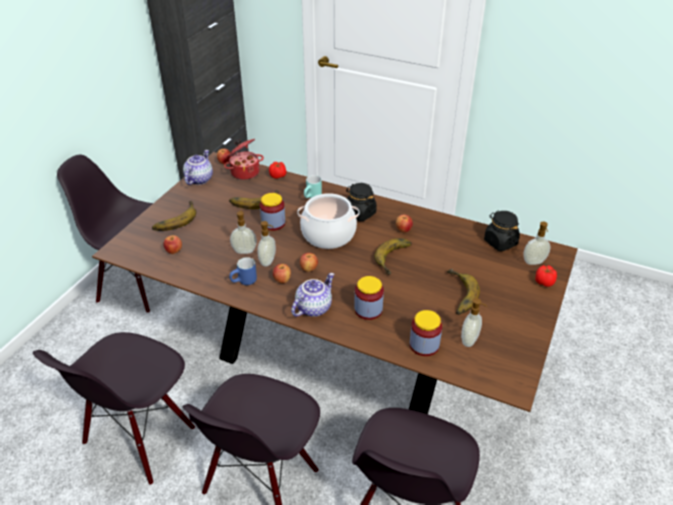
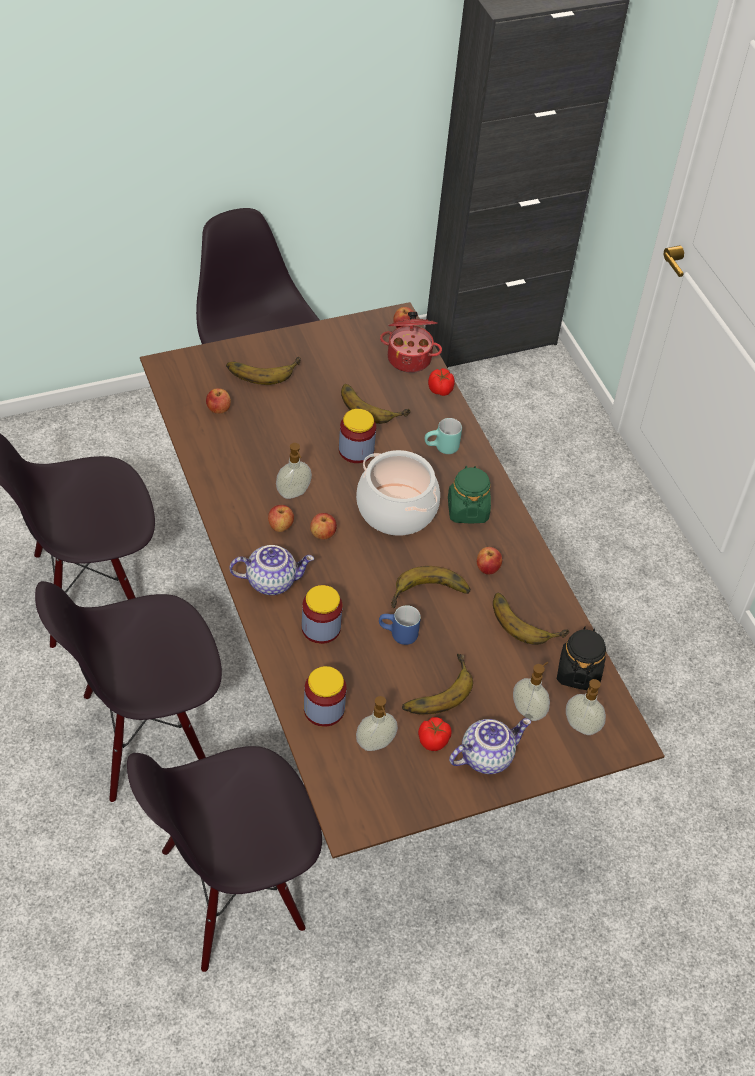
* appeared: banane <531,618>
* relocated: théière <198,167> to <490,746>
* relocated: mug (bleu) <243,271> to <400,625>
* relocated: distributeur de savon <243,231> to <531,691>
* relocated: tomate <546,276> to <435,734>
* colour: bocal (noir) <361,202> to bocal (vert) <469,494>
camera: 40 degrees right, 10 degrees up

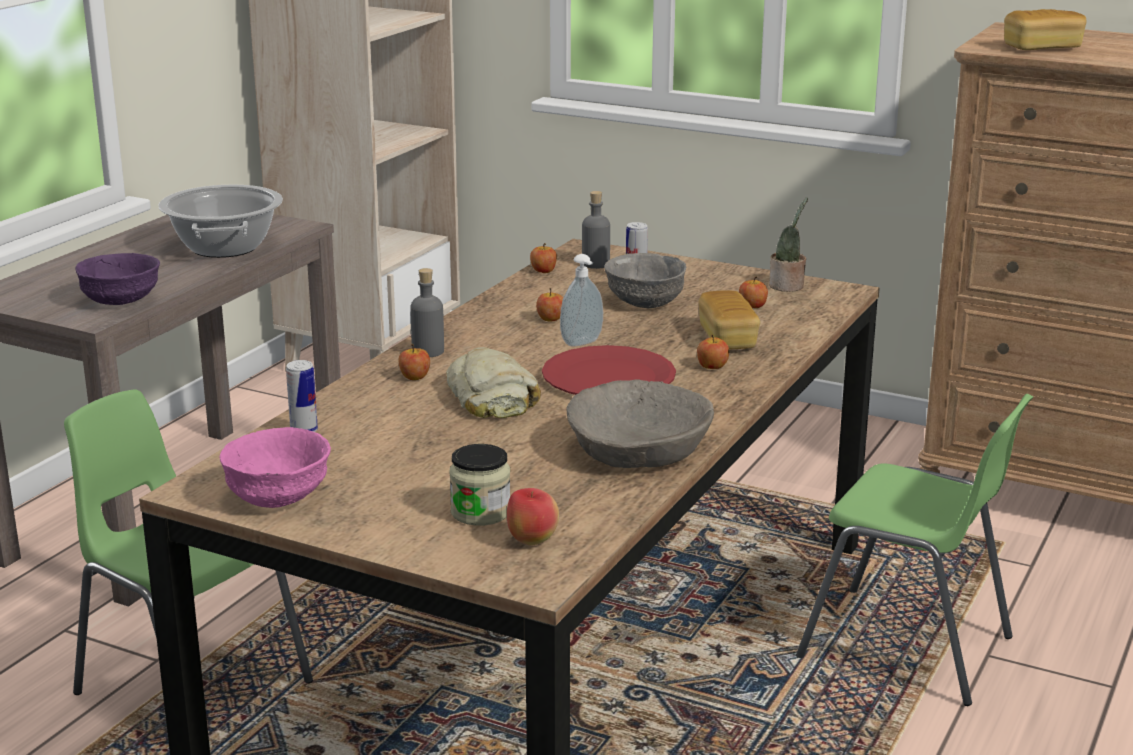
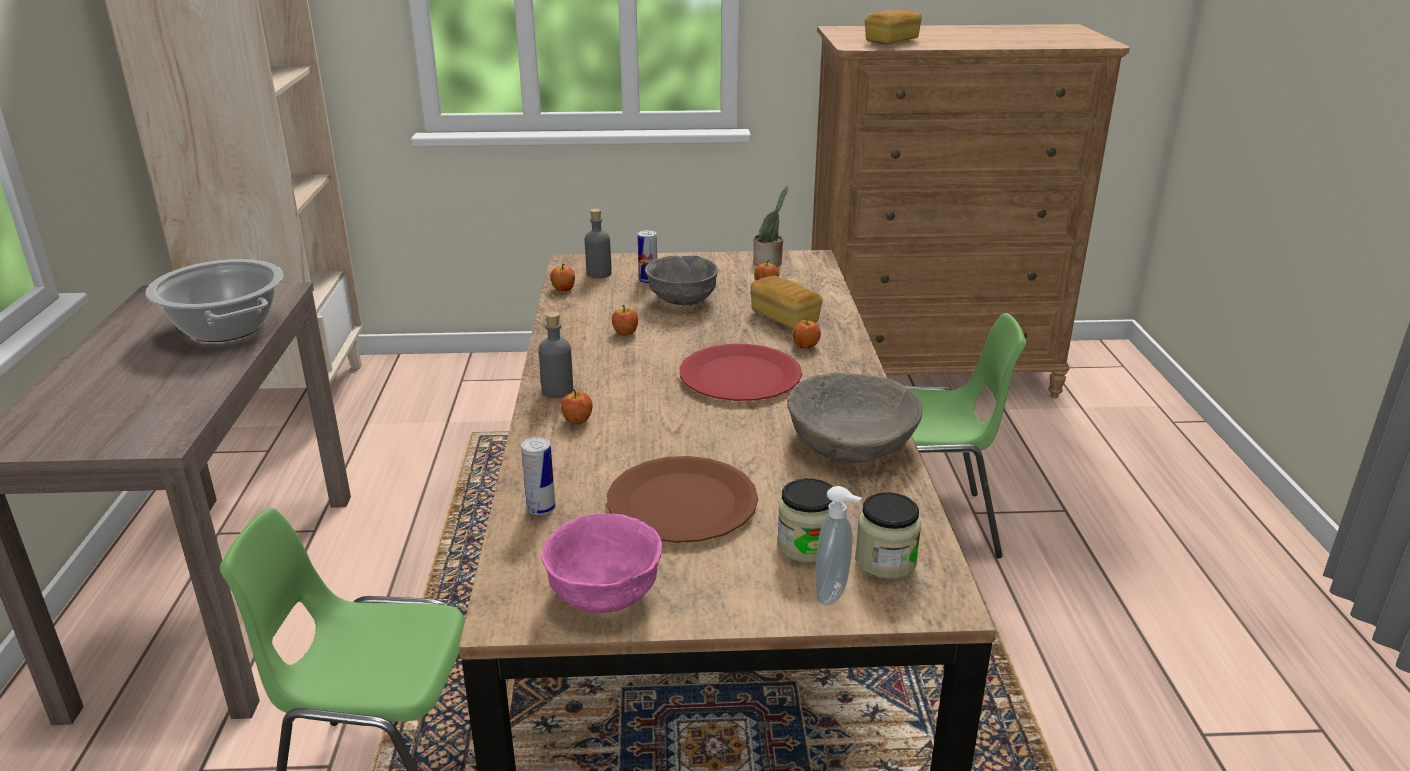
* missing: bol (violet) <117,279>
* missing: pain <493,382>
* appeared: assiette (marron) <682,499>
* relocated: distributeur de savon <581,300> to <838,546>
* exchanged: pomme <533,517> to bocal <888,535>
camera: 30 degrees left, 5 degrees up

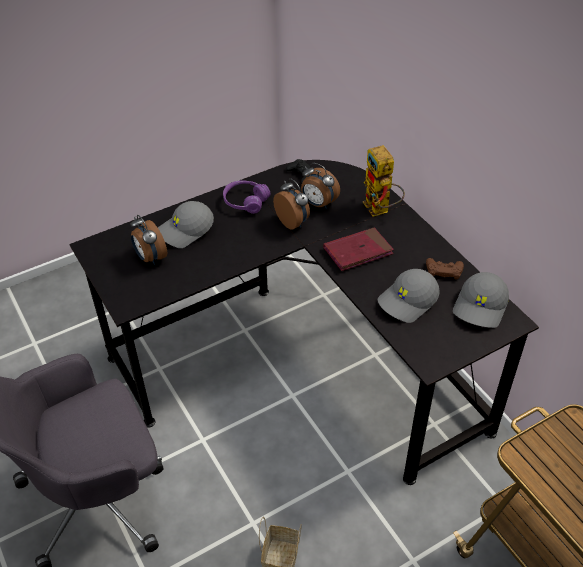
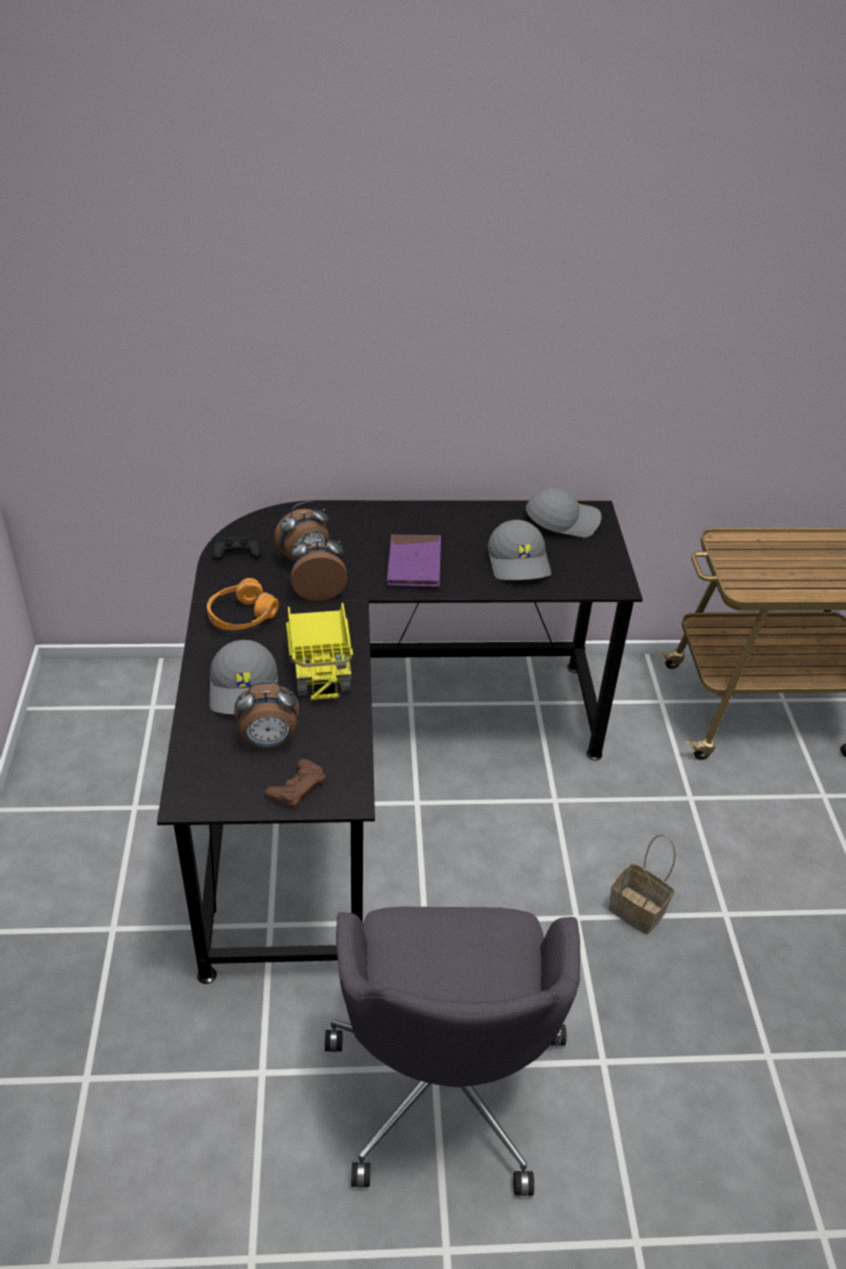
* missing: robot jouet <384,181>
* appeared: camion jouet <319,651>
* relocated: manette (marron) <445,269> to <296,784>
* colour: casque audio (violet) <246,197> to casque audio (orange) <243,604>
* colour: livre (rouge) <358,249> to livre (violet) <414,560>
* spun: casquette (gris) <481,300> = <564,513> 60 degrees counterclockwise
camera: 65 degrees left, 5 degrees down

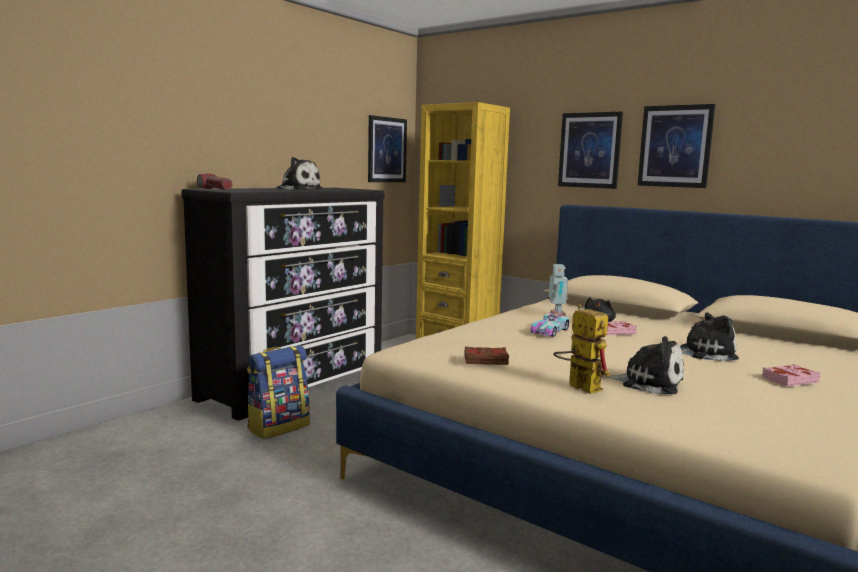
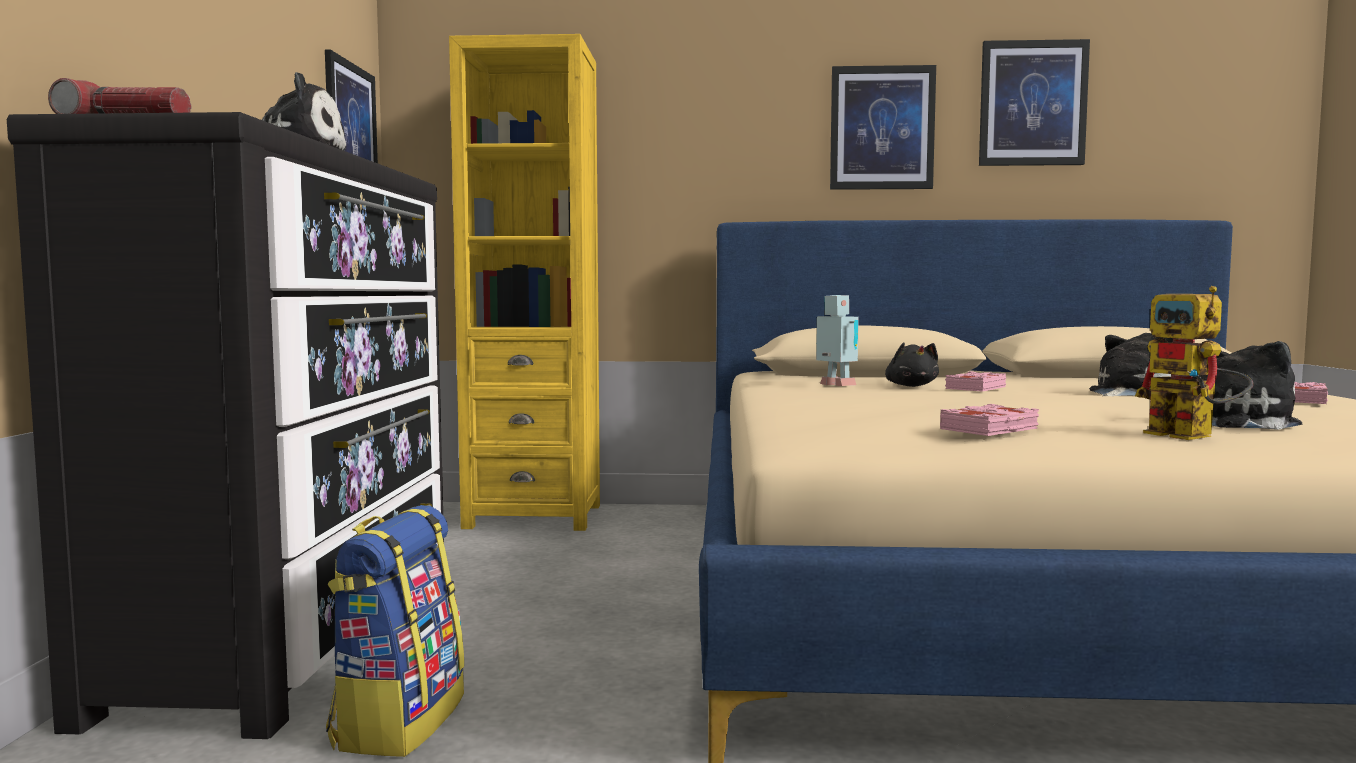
* missing: petite voiture <549,325>
* relocated: tableau <590,150> to <1034,102>
* colour: livre (marron) <486,355> to livre (rose) <989,420>
* spun: robot jouet <581,349> = <1194,363> 135 degrees counterclockwise
camera: 35 degrees left, 5 degrees down

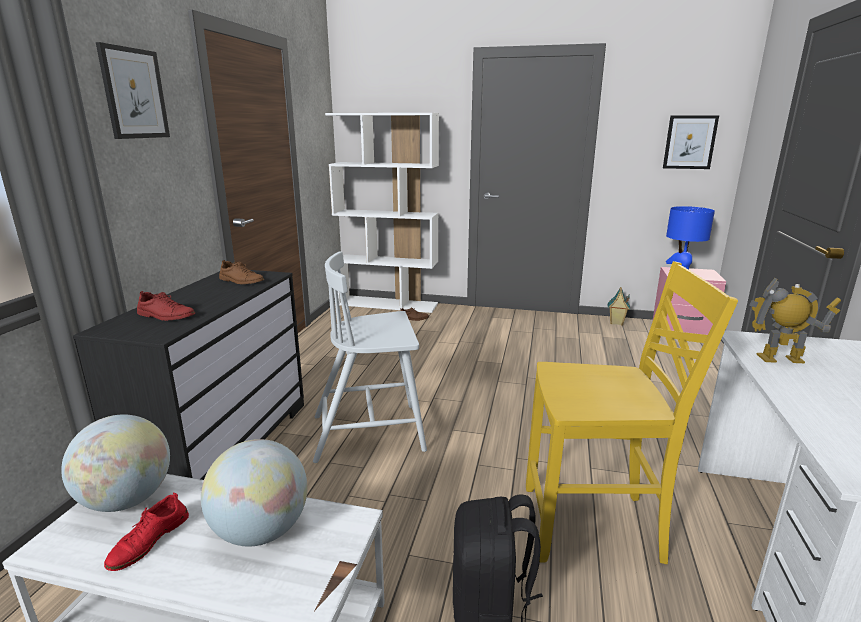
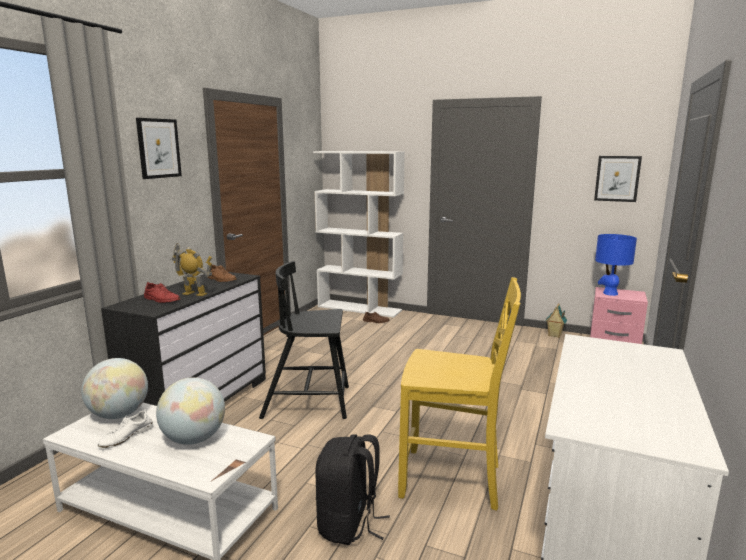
* relocated: robot jouet <795,320> to <192,269>
* colour: chaussure (rouge) <146,531> to chaussure (blanc) <125,429>
* colour: chaise (blanc) <370,357> to chaise (noir) <304,340>
camera: 10 degrees right, 5 degrees down

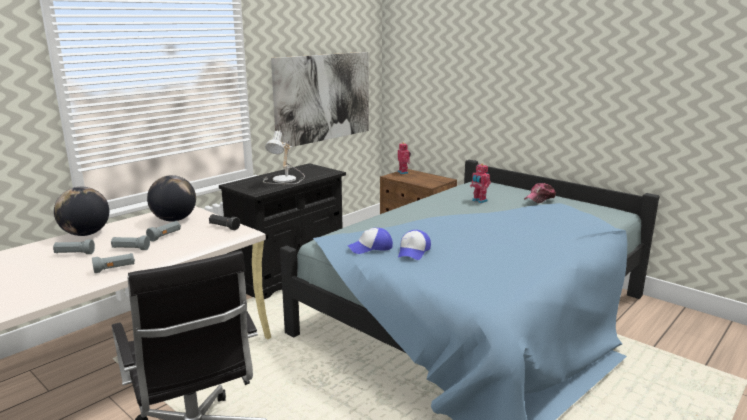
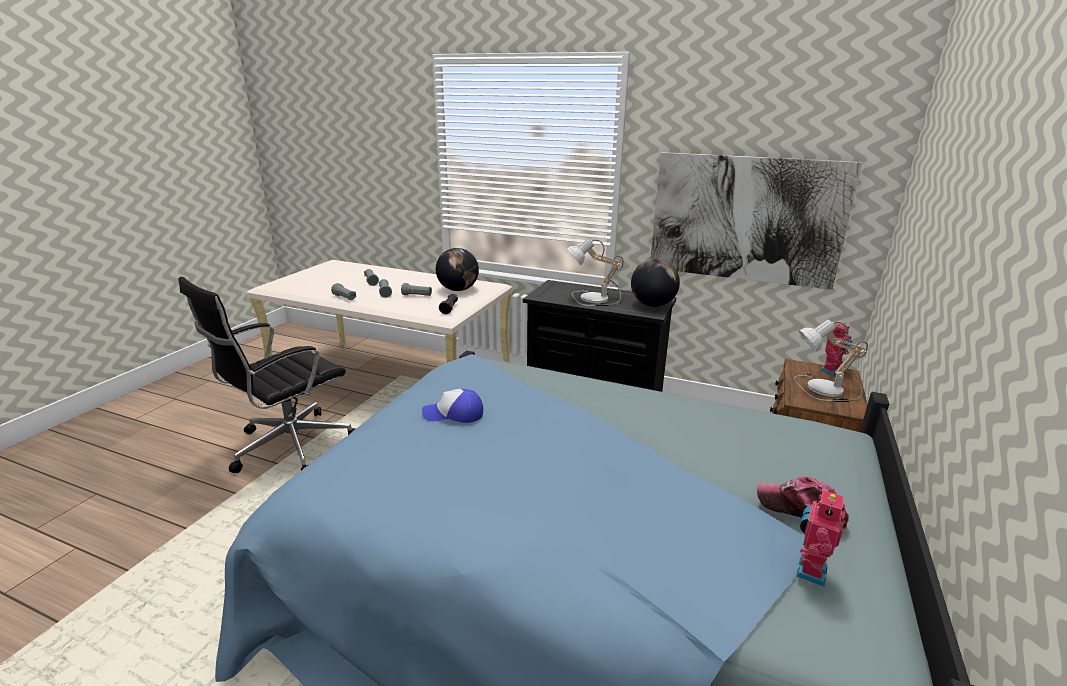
* missing: casquette <370,241>
* appeared: lampe de table <831,360>
* relocated: globe <81,211> to <655,283>
* relocated: robot jouet <480,183> to <820,538>
camera: 70 degrees right, 5 degrees up

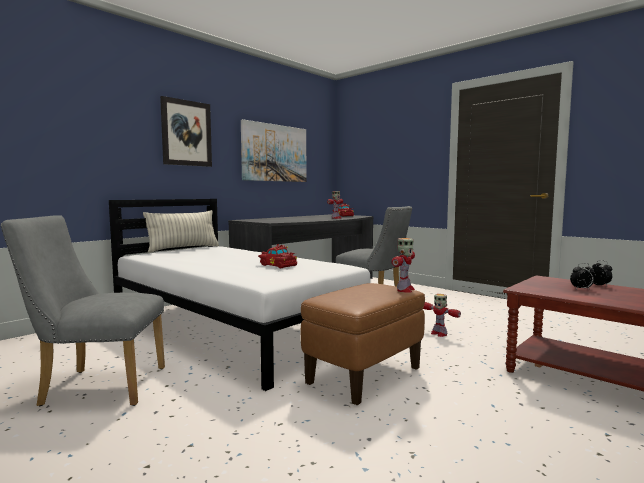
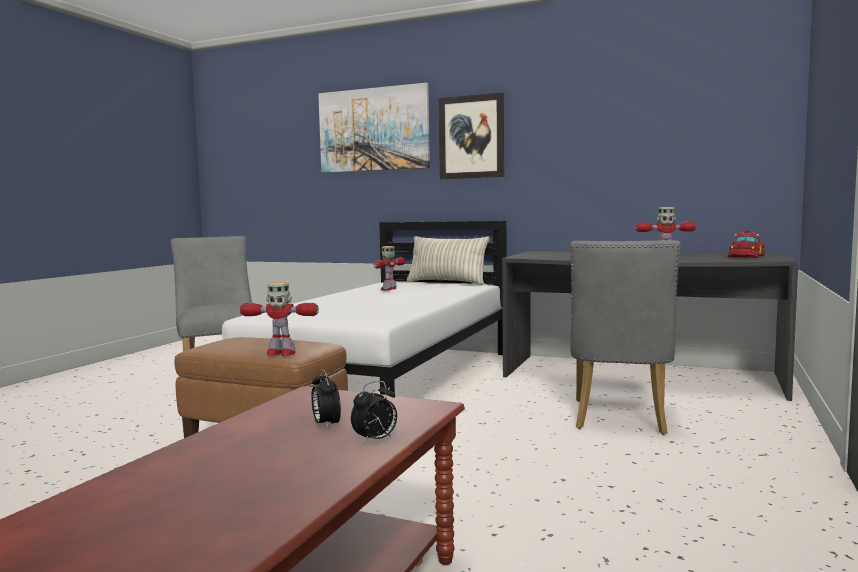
* missing: petite voiture (rouge) <277,256>
* relocated: tableau <273,150> to <374,128>
* relocated: robot jouet <442,315> to <389,268>
camera: 70 degrees right, 0 degrees up

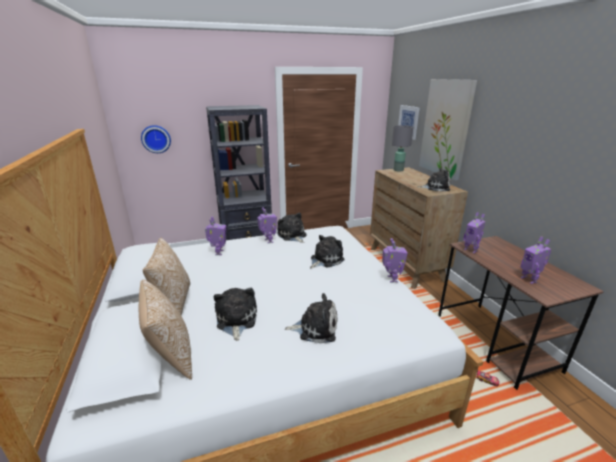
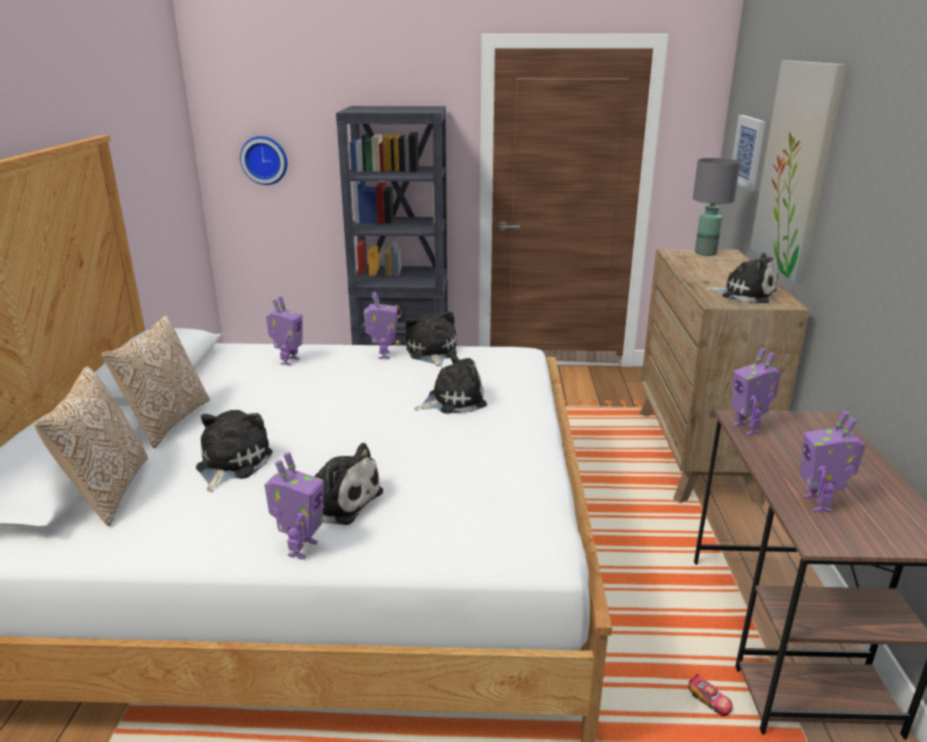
* relocated: robot jouet <395,260> to <294,505>
camera: 20 degrees right, 0 degrees up

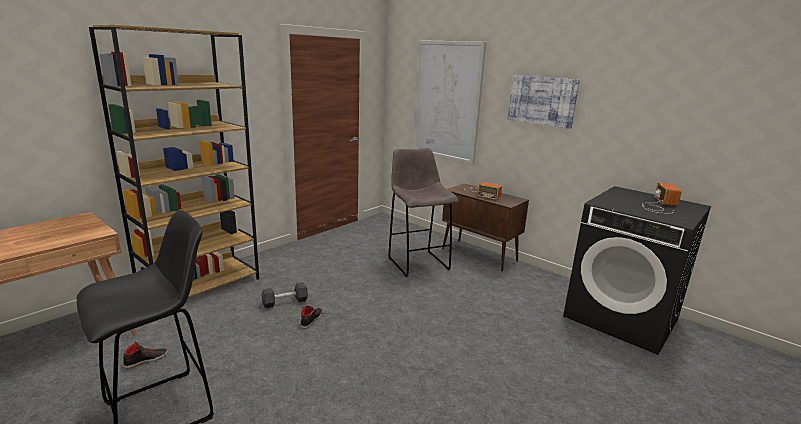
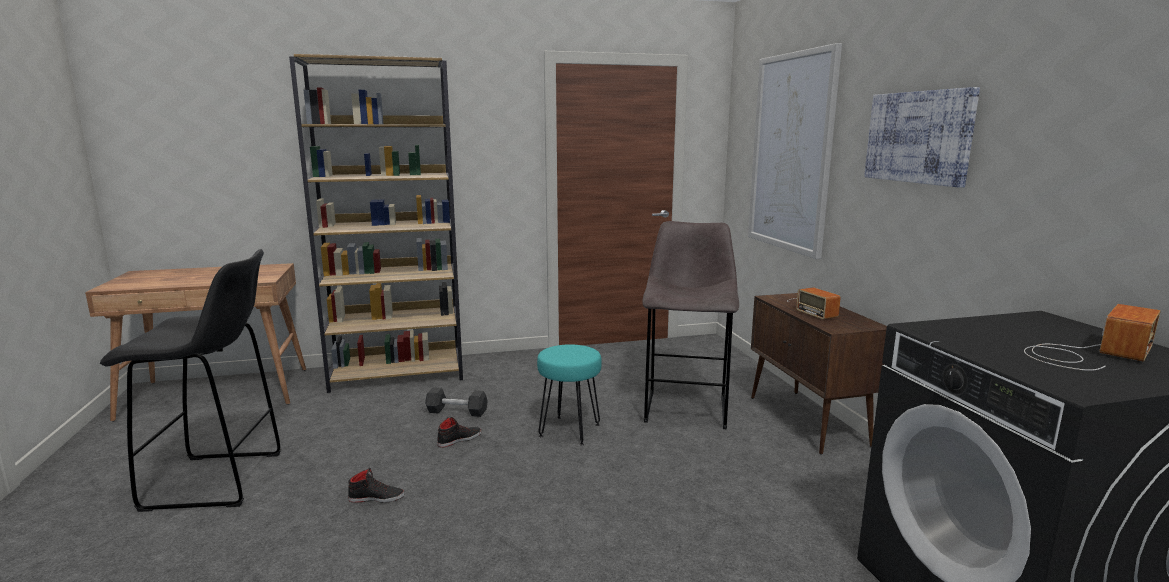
* appeared: tabouret (turquoise) <569,394>
* relocated: chaussure (noir) <145,355> to <376,485>
camera: 35 degrees right, 5 degrees down

